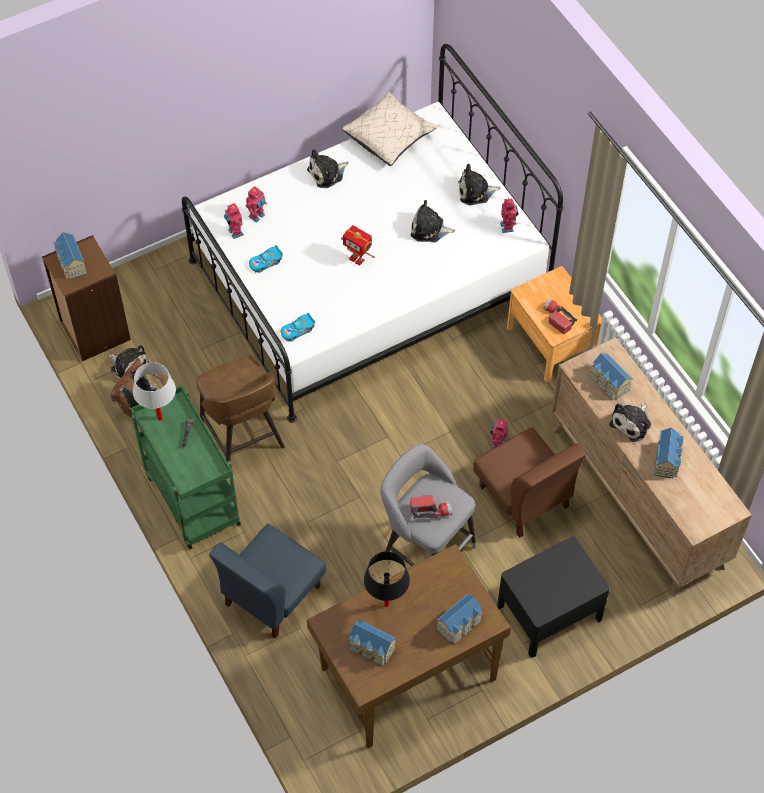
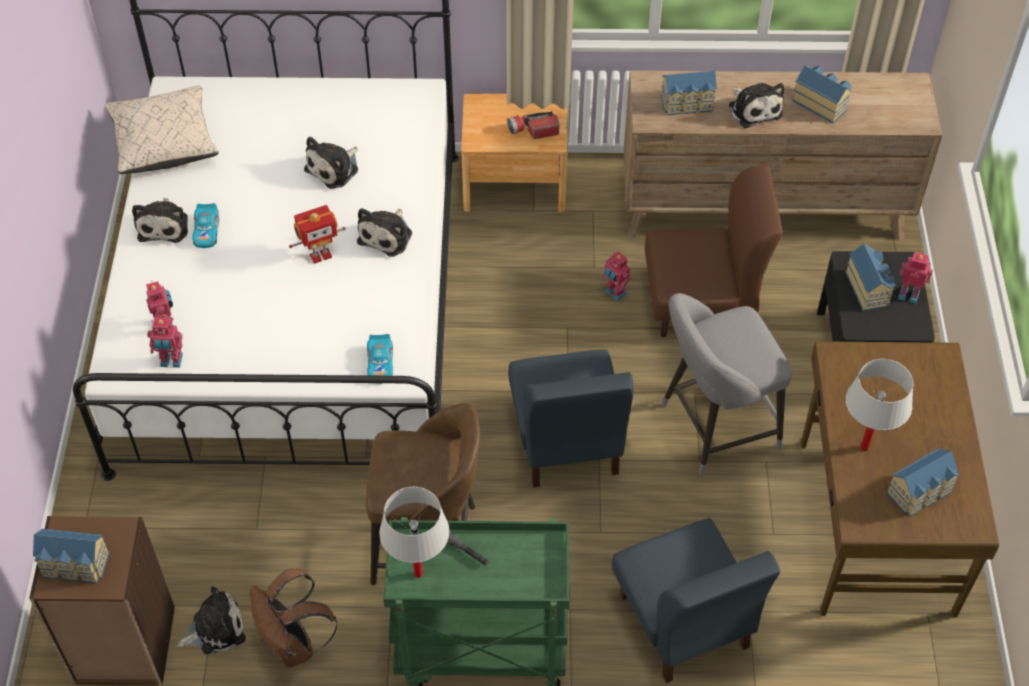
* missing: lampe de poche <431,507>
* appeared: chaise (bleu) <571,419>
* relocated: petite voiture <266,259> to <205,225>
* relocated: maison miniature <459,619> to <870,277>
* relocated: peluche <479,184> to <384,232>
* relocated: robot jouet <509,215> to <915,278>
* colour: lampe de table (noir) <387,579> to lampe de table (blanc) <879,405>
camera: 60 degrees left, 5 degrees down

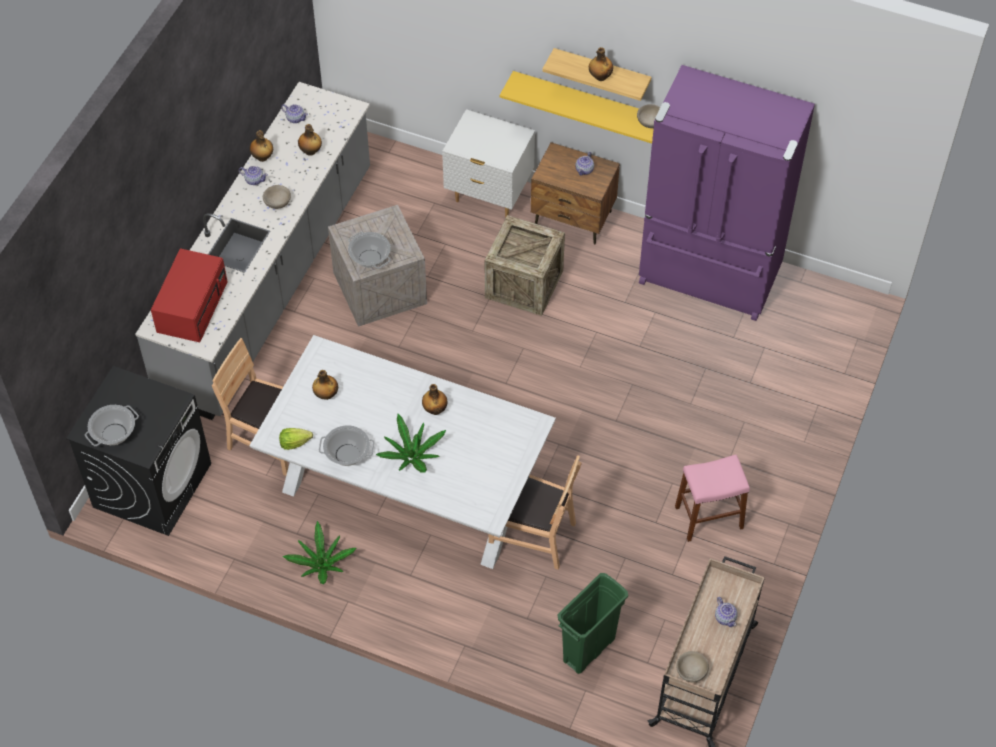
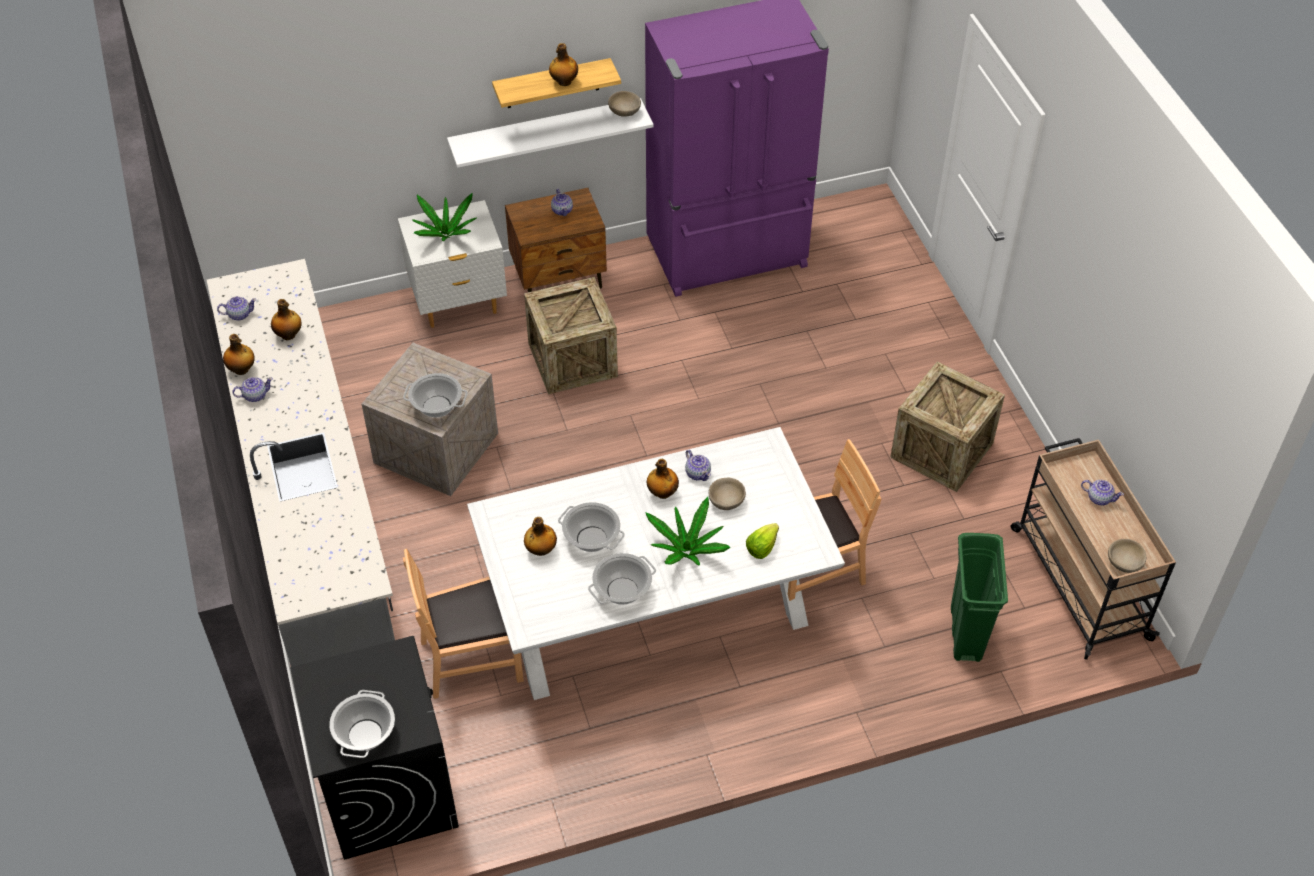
* missing: micro-ondes (rouge) <189,295>
* appeared: marmite <591,527>
* appeared: théière <698,465>
* relocated: bol (beige) <277,197> to <727,494>
* relocated: laitue <296,439> to <762,541>
* relocated: plante en pot <319,552> to <444,217>
* exchanged: tabouret (rose) <712,498> to caisse <947,427>
* colour: étagère (jaune) <577,107> to étagère (blanc) <550,133>
camera: 40 degrees left, 5 degrees down

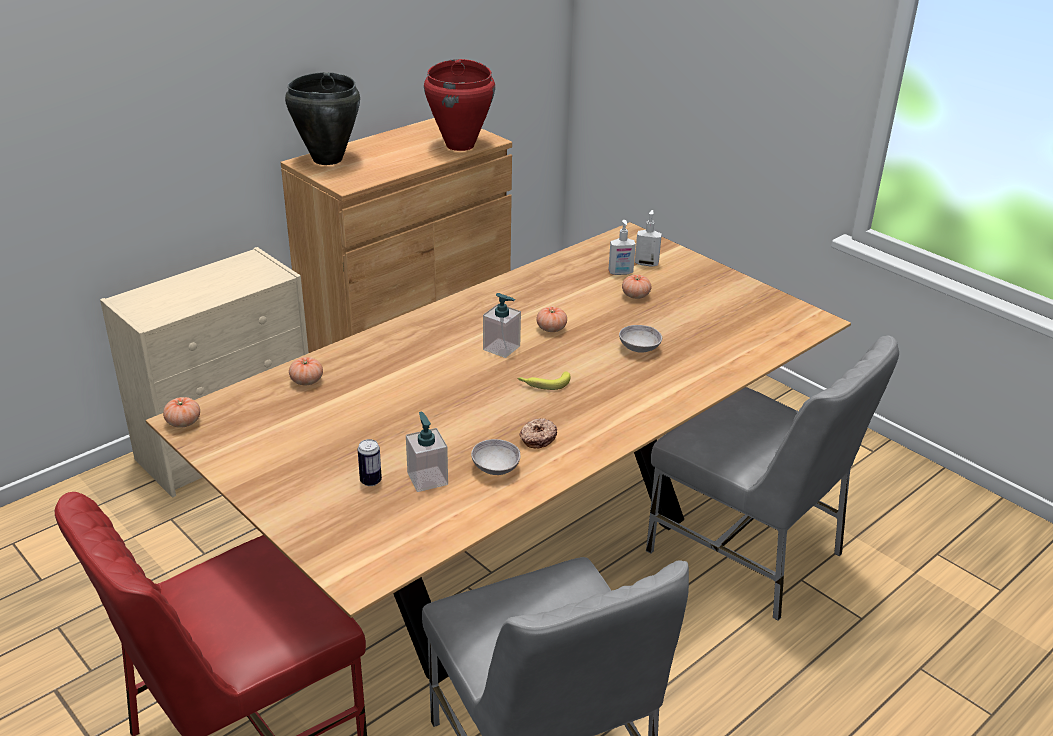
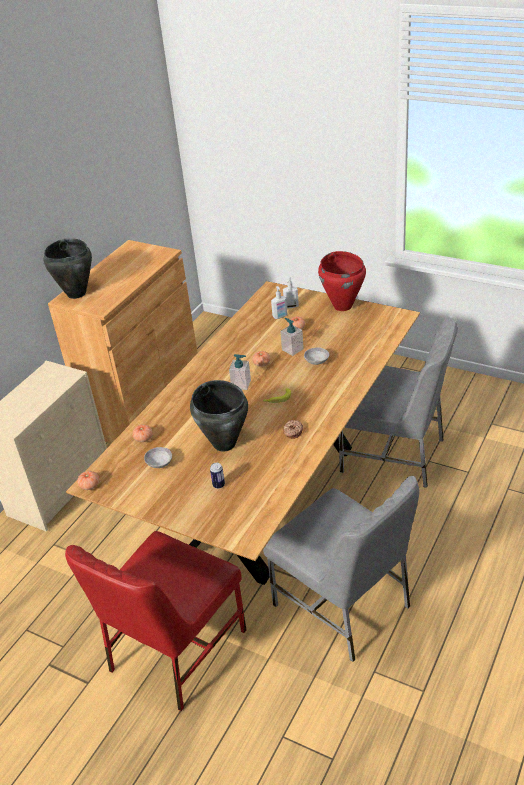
* appeared: marmite (noir) <219,415>
* relocated: distributeur de savon <427,452> to <292,337>
* relocated: marmite (rouge) <459,105> to <342,281>
* relocated: bol (gris) <495,457> to <158,457>
camera: 15 degrees left, 5 degrees up

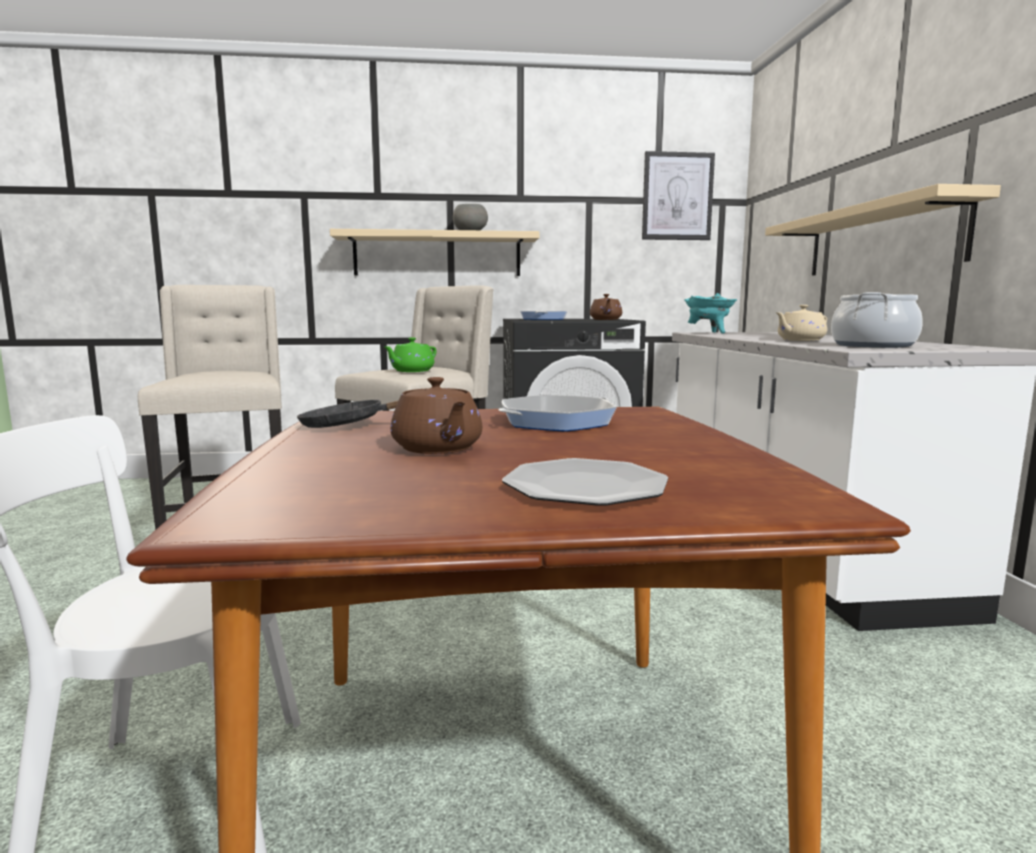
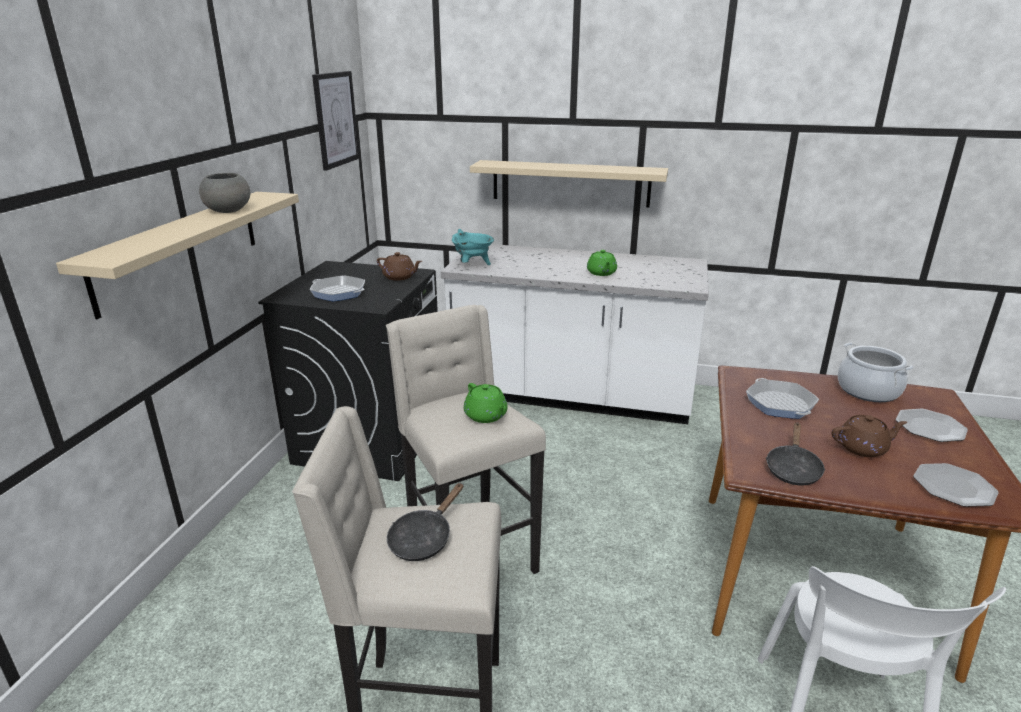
* appeared: poêle (noir) <425,522>
* appeared: assiette <956,485>
* relocated: marmite <877,320> to <876,372>
* colour: théière (beige) <801,323> to théière (vert) <602,263>
camera: 70 degrees left, 15 degrees up

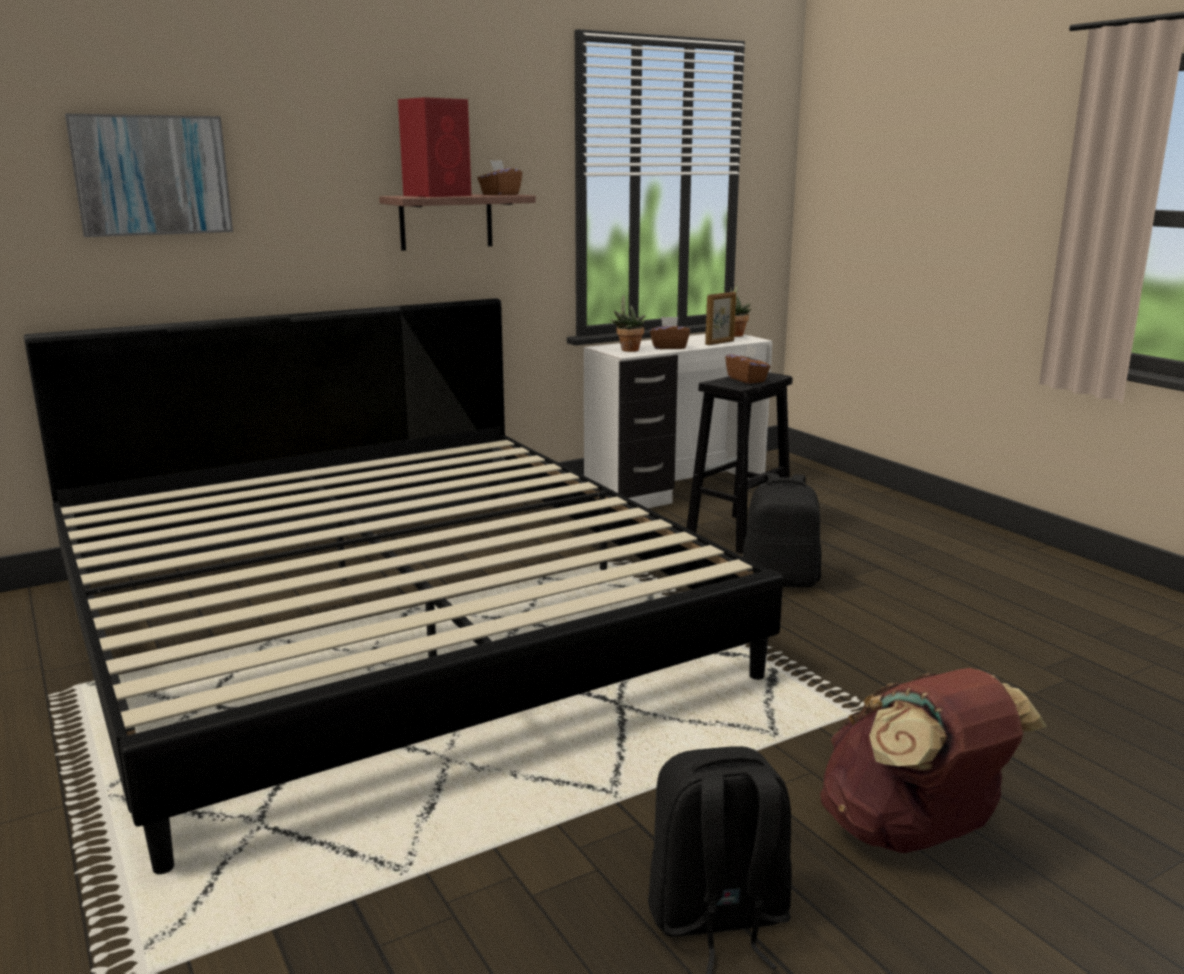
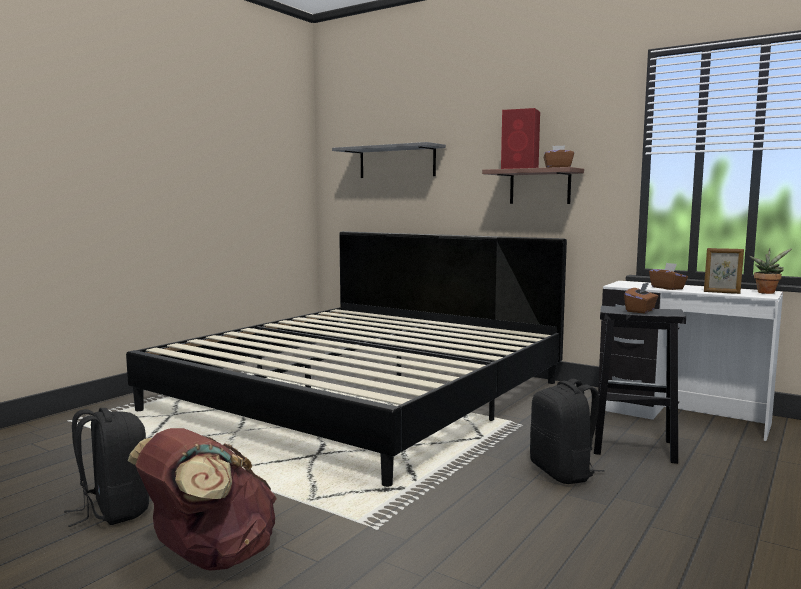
* missing: plante en pot <628,323>
* exchanged: tableau <149,175> to étagère (gris) <389,160>
camera: 65 degrees right, 10 degrees down

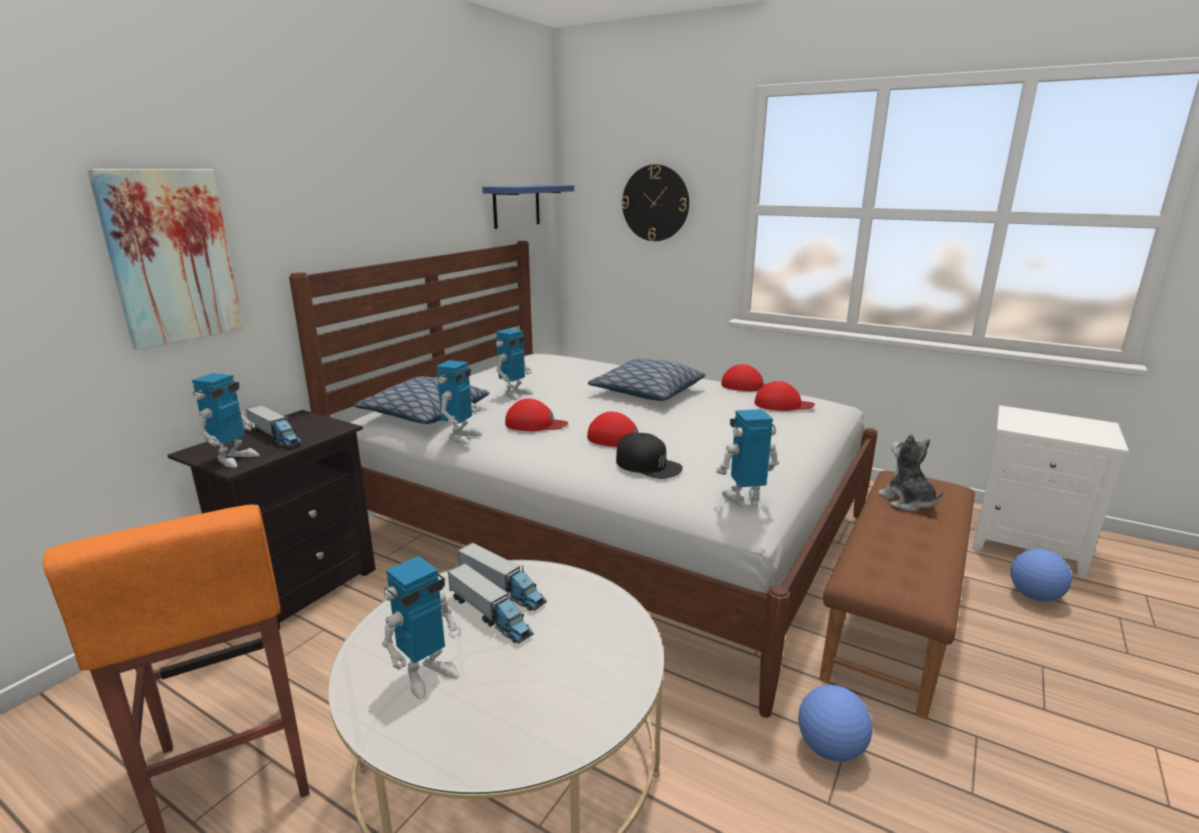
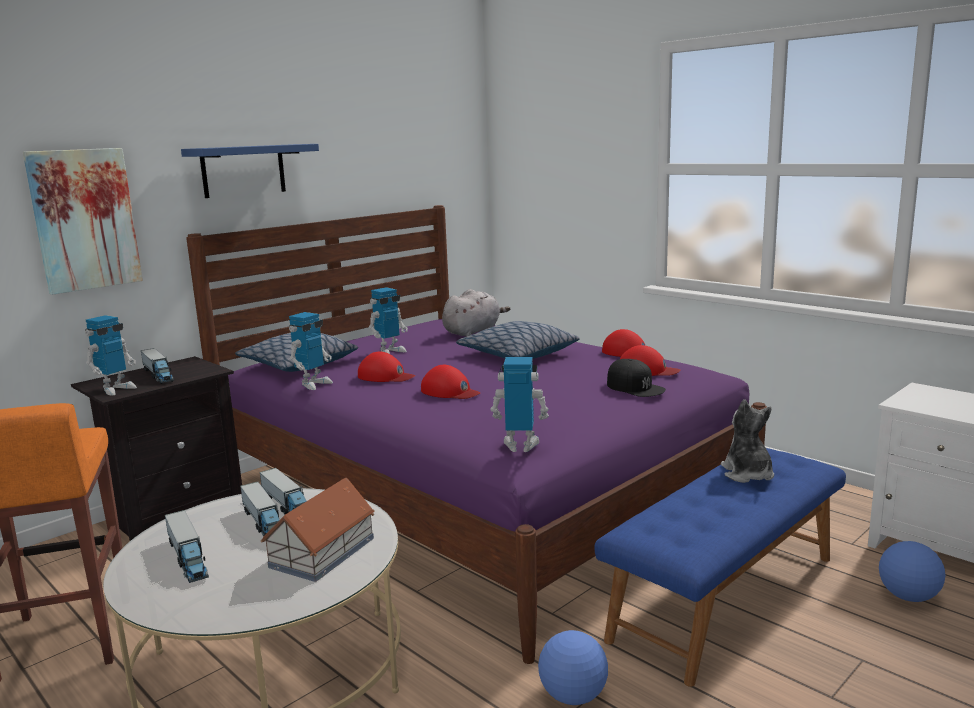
* missing: horloge murale <655,202>
* appeared: maison miniature <318,530>
* appeared: peluche (gris) <476,313>
* relocated: étagère (bleu) <528,207> to <250,171>
* relocated: casquette (noir) <649,456> to <636,378>
* exchanged: robot jouet <421,628> to camion jouet <187,546>
* colour: lit (blanc) <583,479> to lit (violet) <476,434>
* colour: banc (marron) <897,595> to banc (bleu) <720,567>
camera: 15 degrees right, 5 degrees down

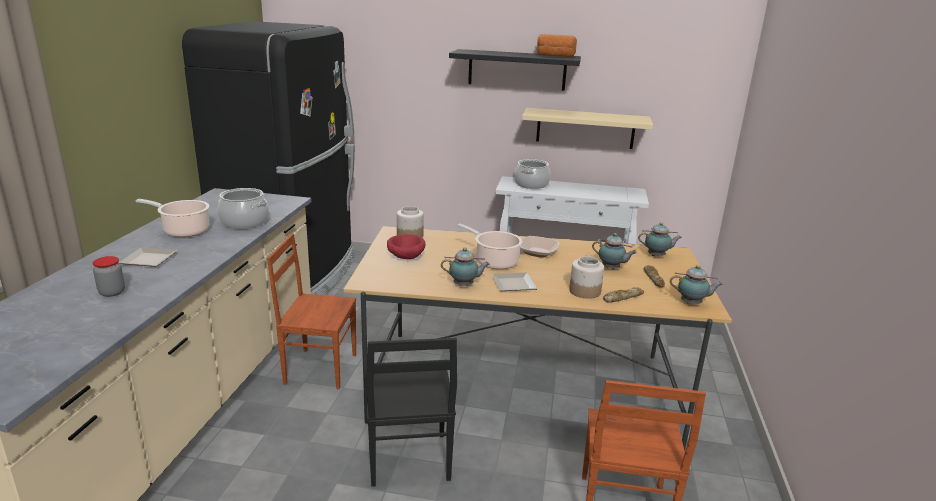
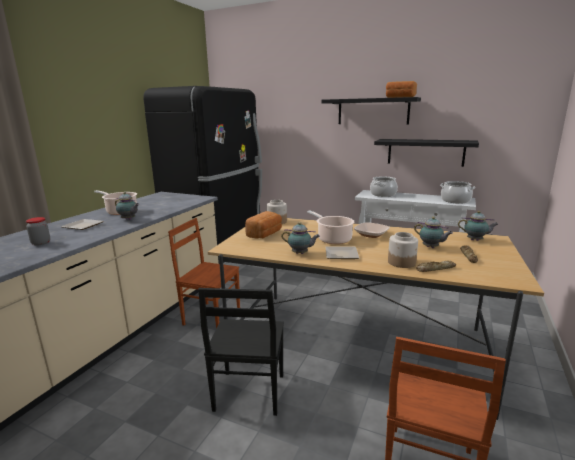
* relocated: marmite <243,208> to <457,192>
* relocated: théière <696,284> to <127,206>
* exchanged: bol (rouge) <406,246> to pain <263,225>
* colour: étagère (beige) <587,128> to étagère (noir) <426,153>
camera: 15 degrees right, 5 degrees down

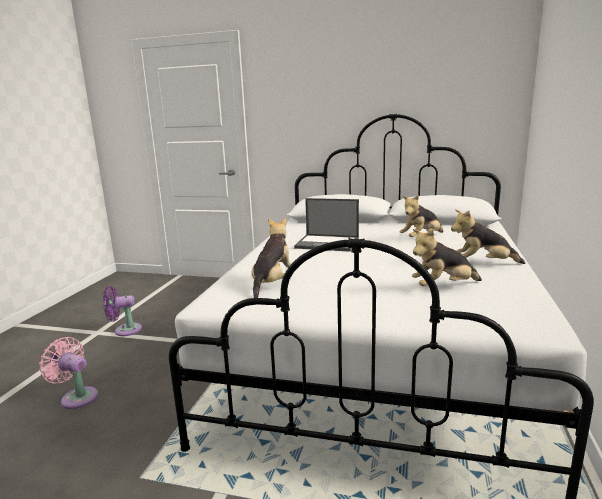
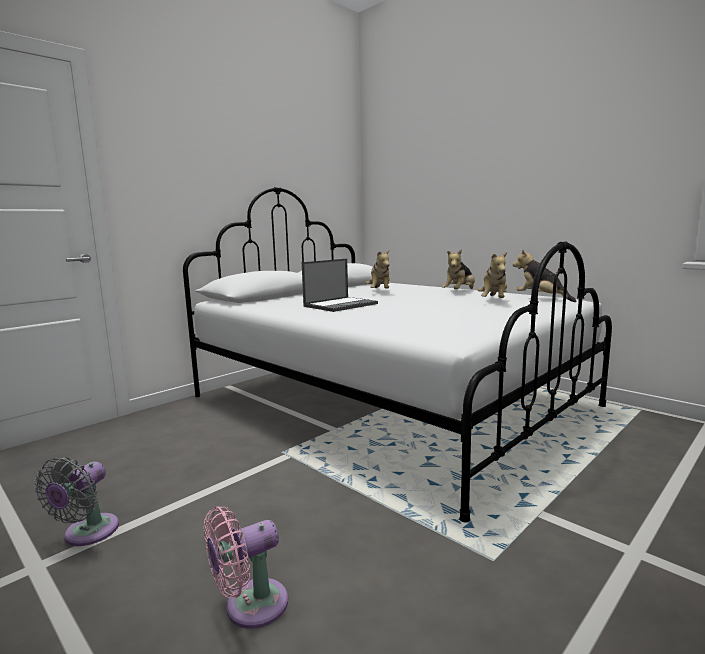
* relocated: peluche <271,258> to <544,276>
* colour: ventilateur (violet) <122,311> to ventilateur (gris) <76,501>
camera: 60 degrees left, 5 degrees down

